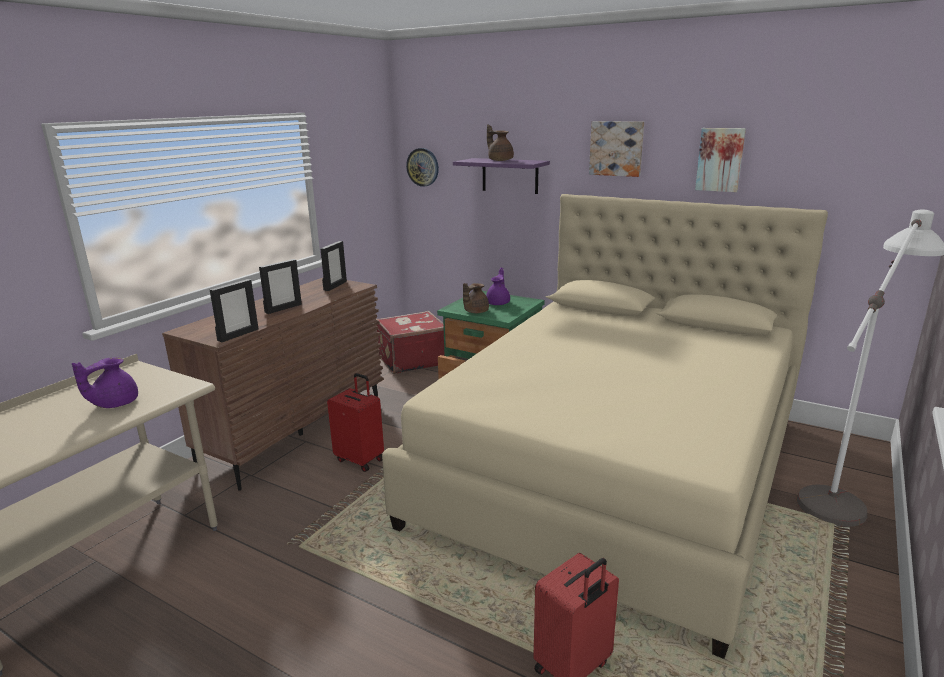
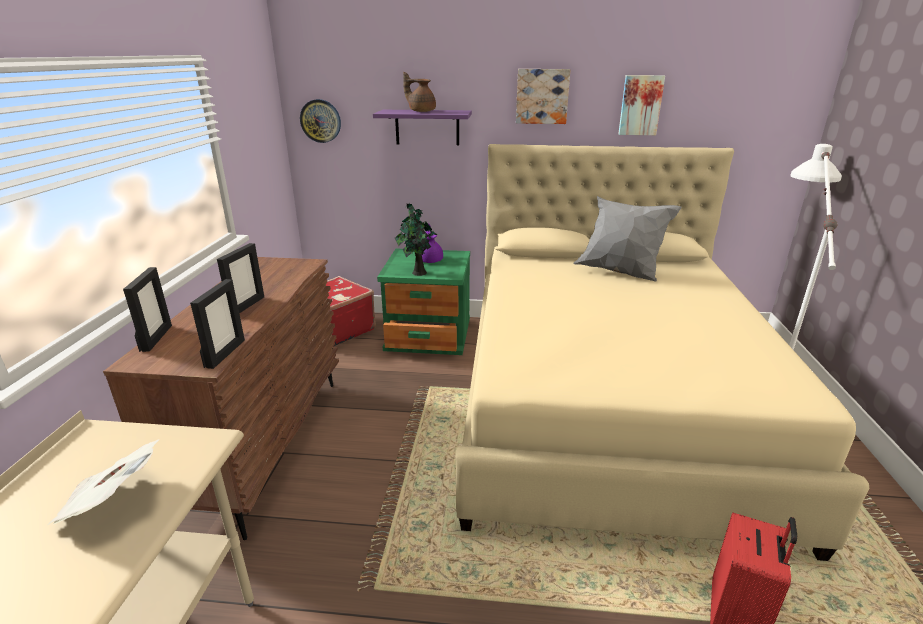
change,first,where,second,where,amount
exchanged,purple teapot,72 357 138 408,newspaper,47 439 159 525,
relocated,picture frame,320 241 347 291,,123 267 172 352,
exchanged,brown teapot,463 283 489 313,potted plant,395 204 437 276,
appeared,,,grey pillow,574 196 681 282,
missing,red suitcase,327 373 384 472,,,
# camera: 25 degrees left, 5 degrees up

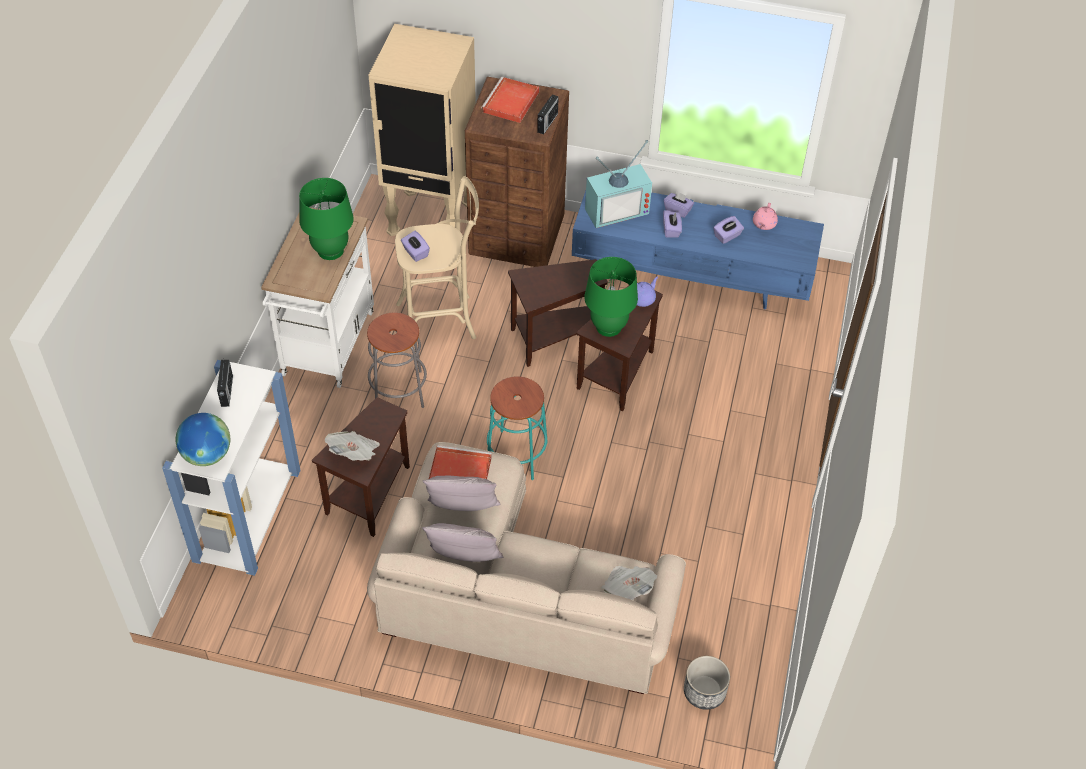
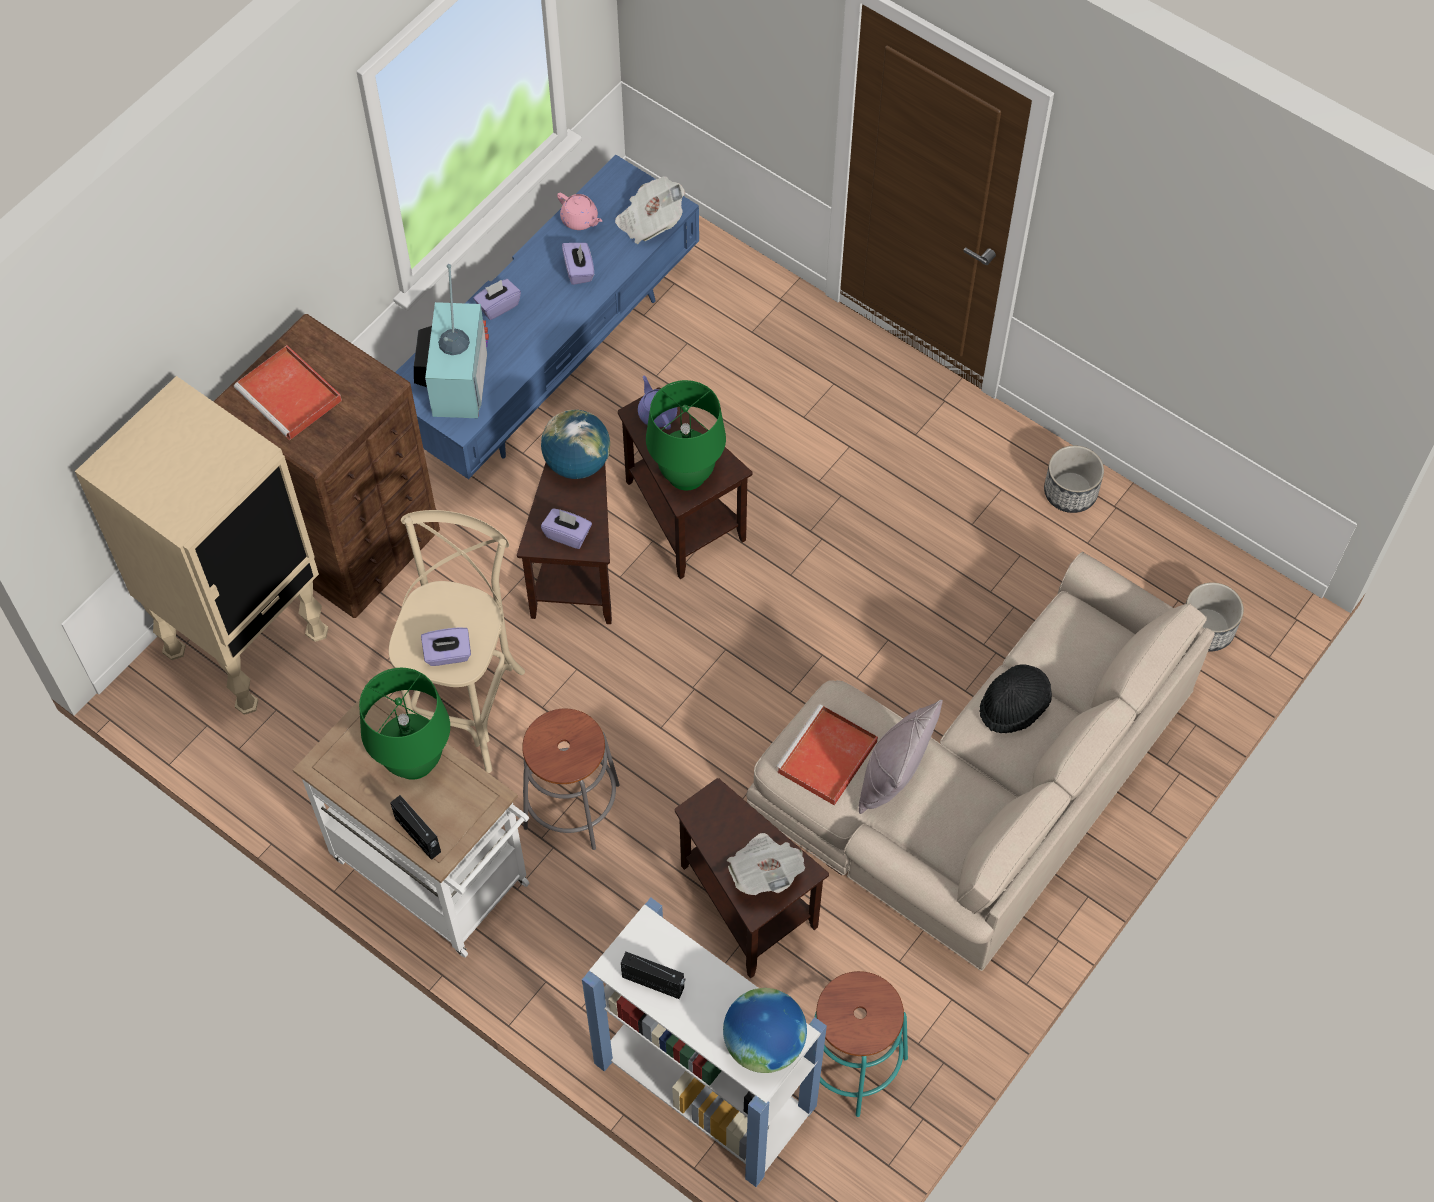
change,first,where,second,where,amount
relocated,radio,537 93 559 134,,390 795 441 860,
appeared,,,globe,541 410 610 479,
relocated,purple tissue box,663 210 682 238,,541 508 592 549,
relocated,newspaper,601 566 657 600,,615 176 685 244,
relocated,turquoise stool,487 376 548 480,,815 971 908 1117,
appeared,,,black hat,980 664 1052 733,
appeared,,,planter,1044 445 1104 513,
missing,purple pillow,422 523 503 562,,,
# camera: 65 degrees left, 10 degrees up

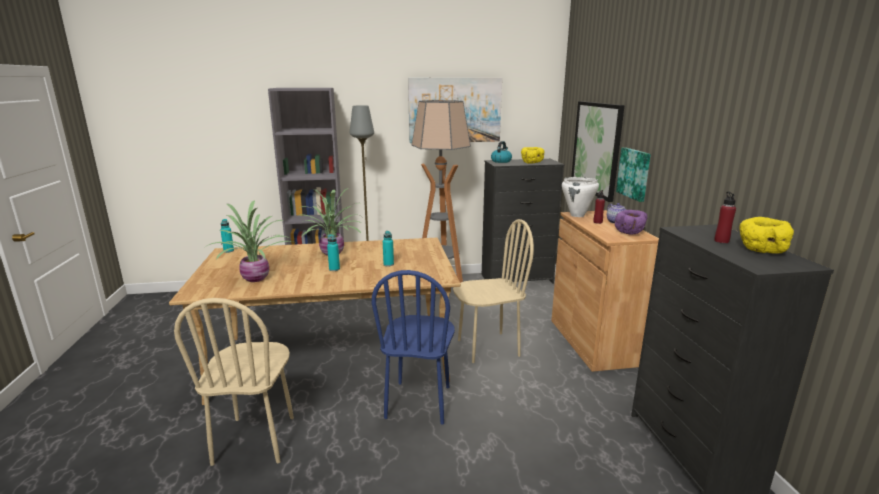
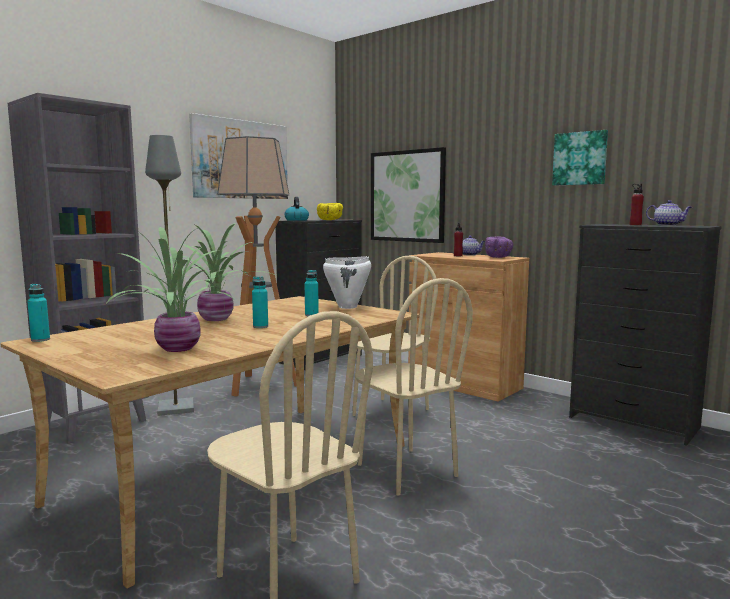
change,first,where,second,where,amount
relocated,white cooking pot,562 177 599 217,,323 256 371 309,
colour,blue chair,372 270 455 425,beige chair,355 278 473 495,
relocated,picture,616 147 651 202,,552 130 608 185,
exchanged,yellow bowl,739 217 794 254,teapot,646 200 692 226,
# camera: 40 degrees left, 10 degrees down

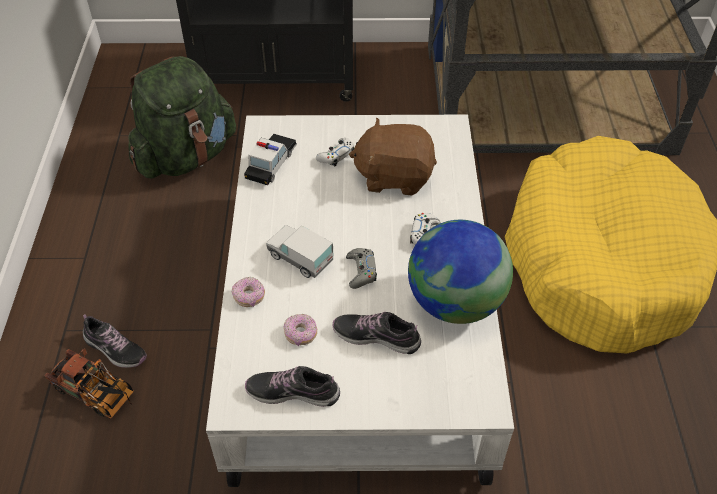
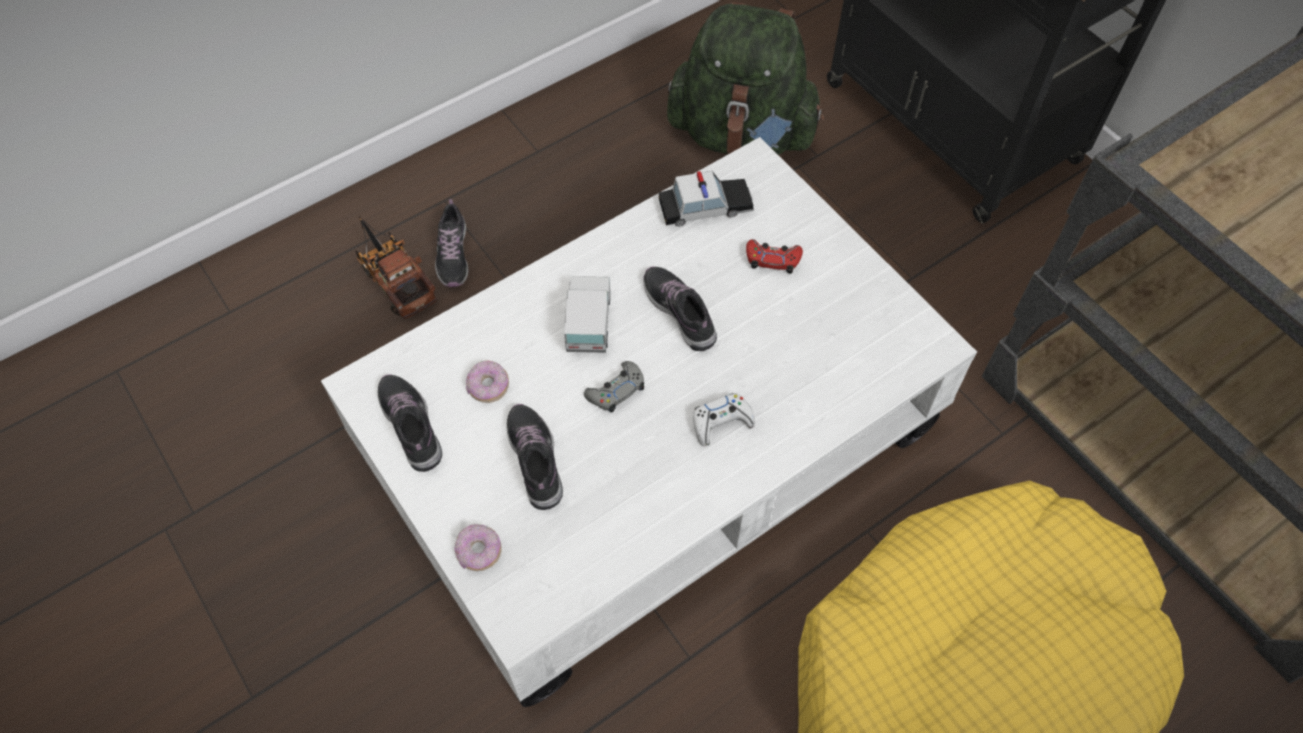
change,first,where,second,where,amount
spun,toy truck,45 348 134 419,,355 216 437 319,150 degrees clockwise
relocated,donut,232 277 265 307,,454 524 502 571,
appeared,,,shoe,643 266 717 351,
colour,white game controller,316 138 354 166,red game controller,746 239 803 274,
missing,brown plush toy,349 118 437 196,,,
missing,globe,408 220 513 324,,,
# camera: 55 degrees right, 10 degrees up

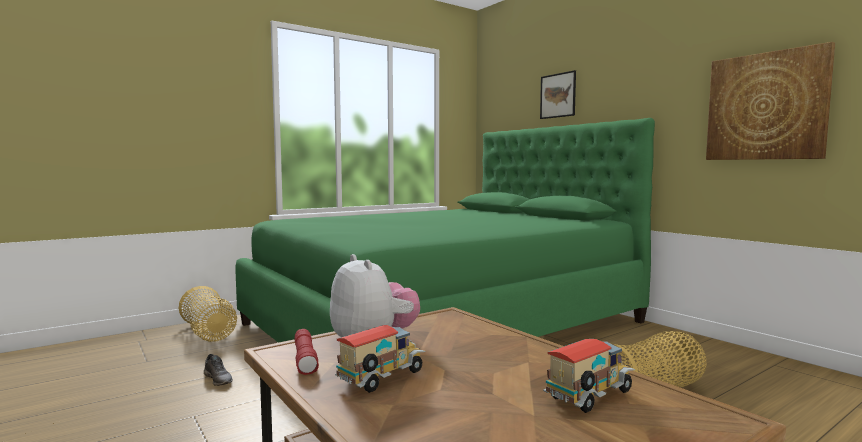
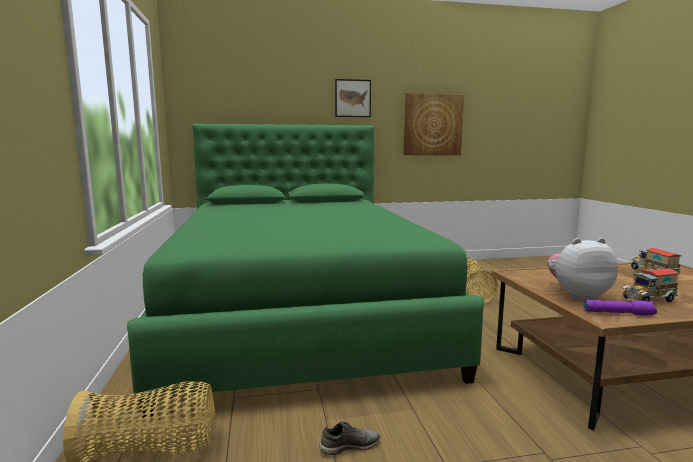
change,first,where,second,where,amount
relocated,picture,540 70 576 119,,335 79 371 117,
colour,red flashlight,295 329 319 375,purple flashlight,583 300 657 315,
spun,toy truck,335 325 425 393,,622 269 680 302,90 degrees counterclockwise
# camera: 65 degrees left, 5 degrees up

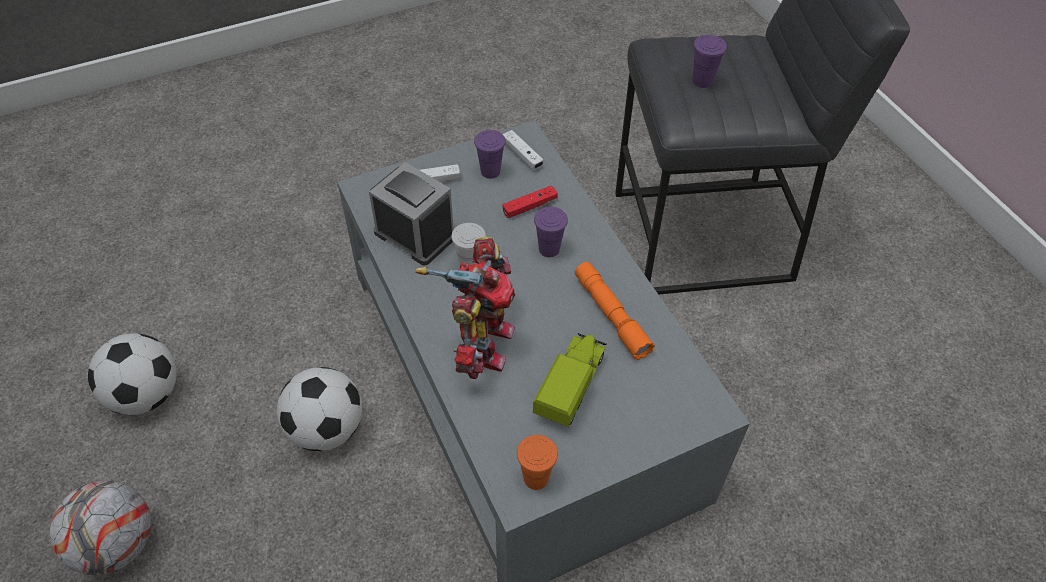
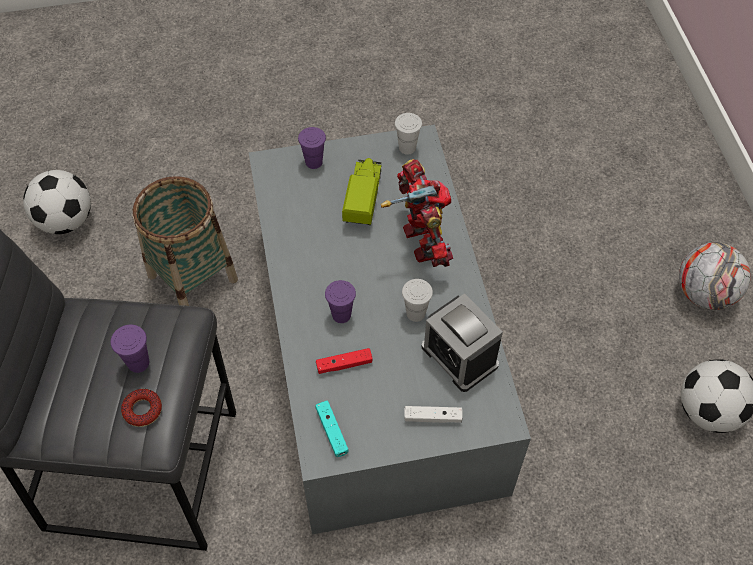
change,first,where,second,where,amount
relocated,football,277 367 362 451,,23 170 91 234,
appeared,,,donut,121 389 162 427,
appeared,,,basket,132 176 238 306,
relocated,purple cup,474 130 506 179,,298 127 326 169,
colour,white game controller,503 130 544 169,turquoise game controller,315 401 349 457,
spun,toy truck,533 333 607 427,,342 158 382 225,150 degrees clockwise
spun,toy robot,415 236 515 379,,381 159 453 267,135 degrees clockwise
colour,orange cup,517 435 558 490,white cup,395 113 422 155,
missing,orange flashlight,575 262 655 360,,,
# camera: 165 degrees left, 5 degrees up

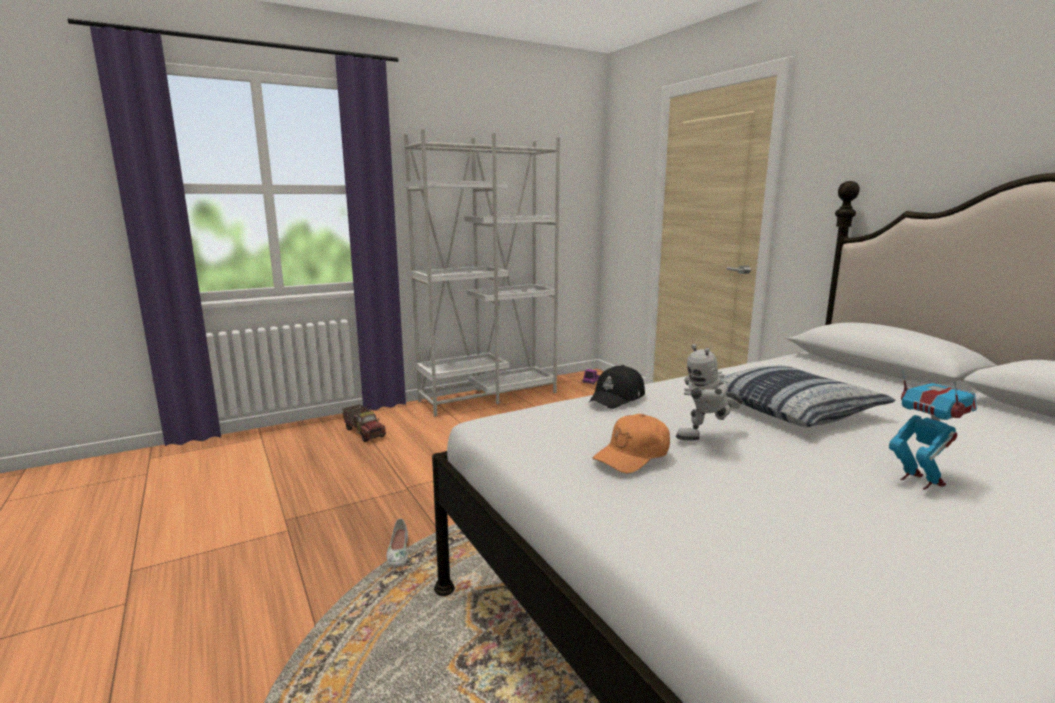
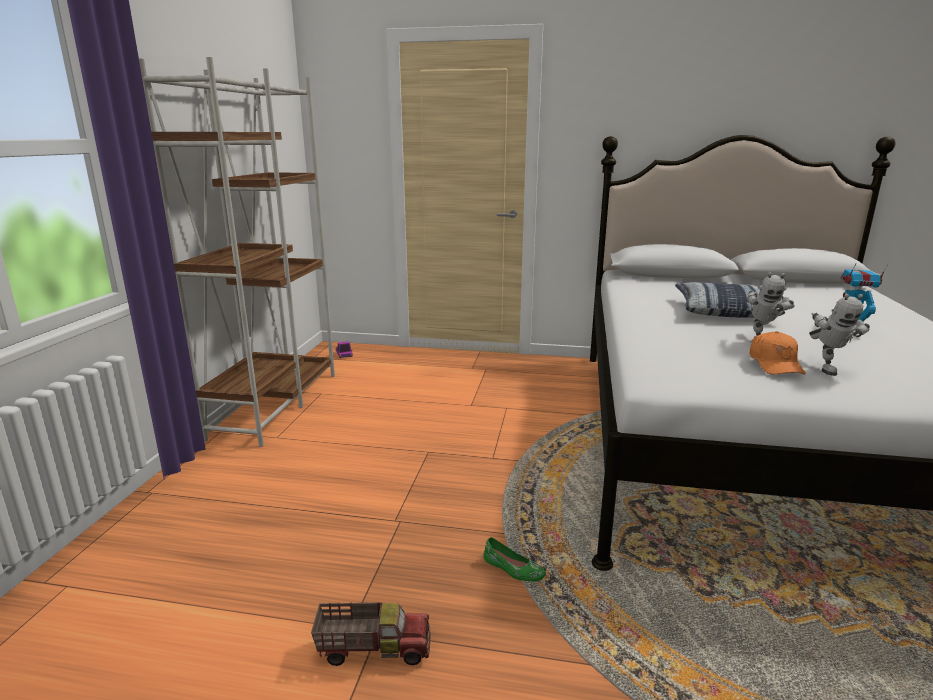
change,first,where,second,where,amount
colour,white bookcase,404 129 560 416,brown bookcase,139 57 335 447,
relocated,toy truck,342 404 386 442,,311 602 431 666,
colour,white shoe,386 518 408 567,green shoe,483 537 546 581,
appeared,,,toy robot,809 294 870 376,
missing,black cap,589 365 645 409,,,
# camera: 50 degrees left, 5 degrees up

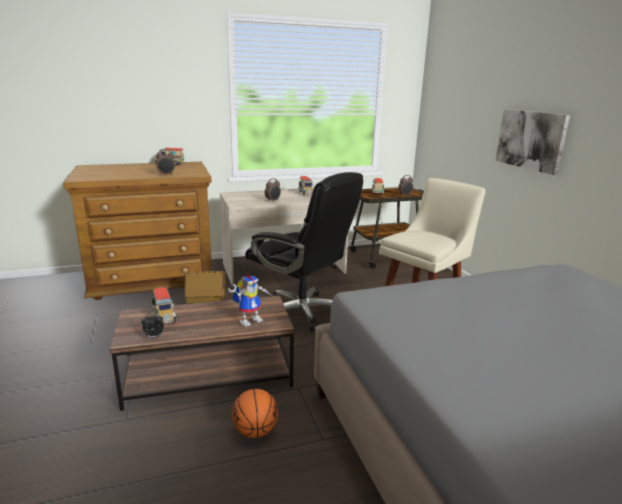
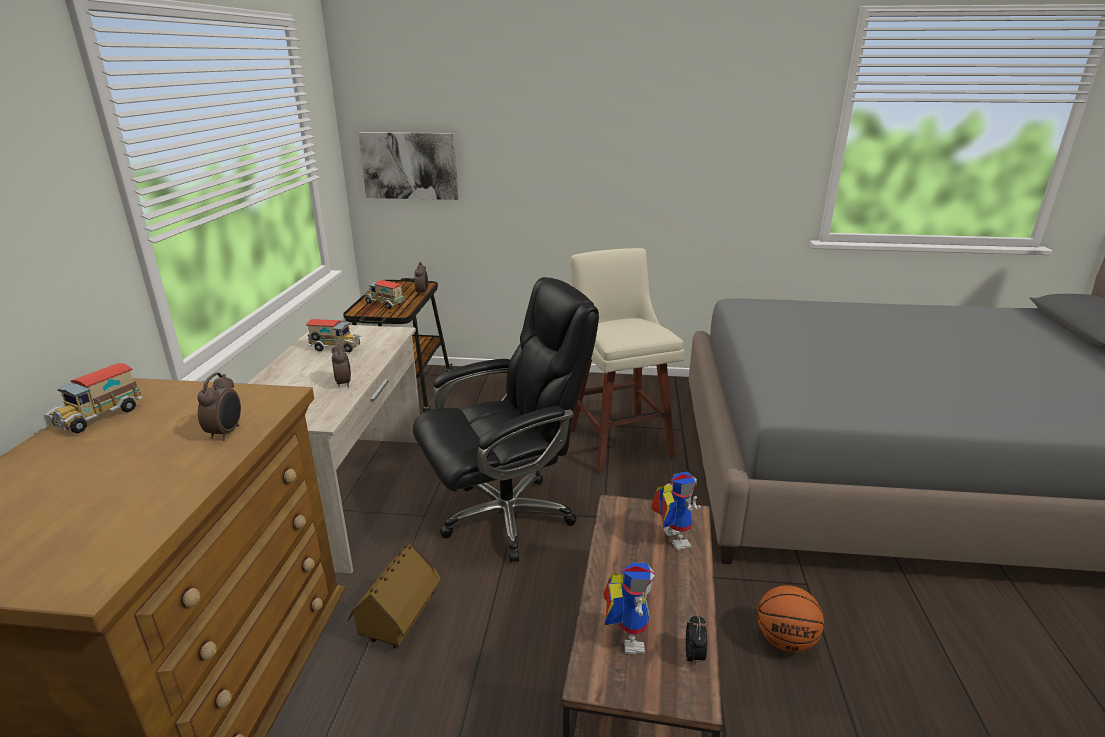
change,first,where,second,where,amount
relocated,picture,496 109 570 175,,358 132 458 200,
exchanged,toy truck,152 287 176 323,toy robot,603 563 655 654,
# camera: 65 degrees left, 5 degrees up

